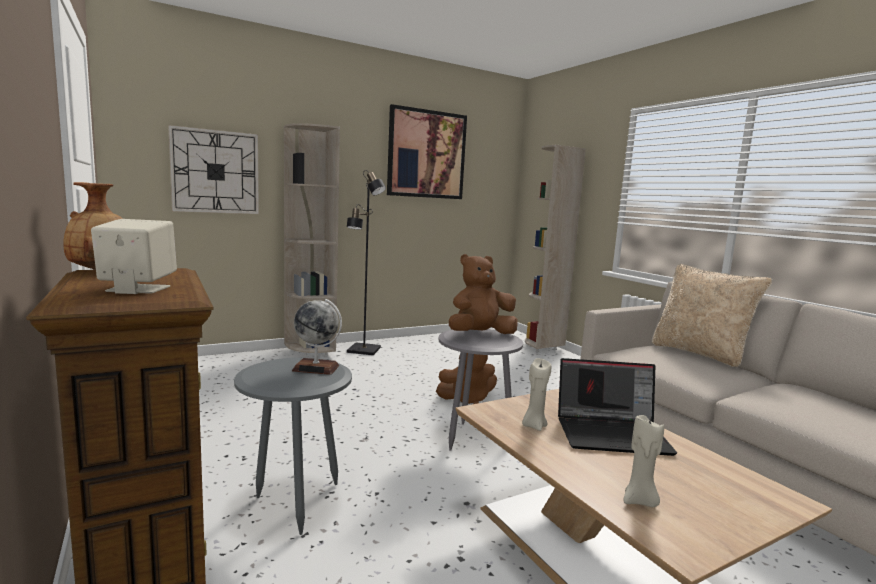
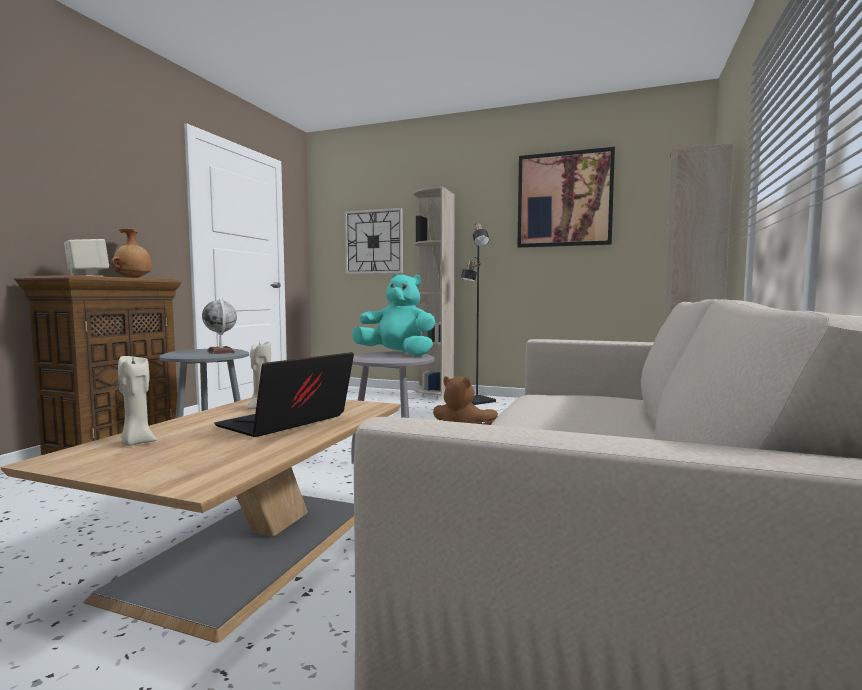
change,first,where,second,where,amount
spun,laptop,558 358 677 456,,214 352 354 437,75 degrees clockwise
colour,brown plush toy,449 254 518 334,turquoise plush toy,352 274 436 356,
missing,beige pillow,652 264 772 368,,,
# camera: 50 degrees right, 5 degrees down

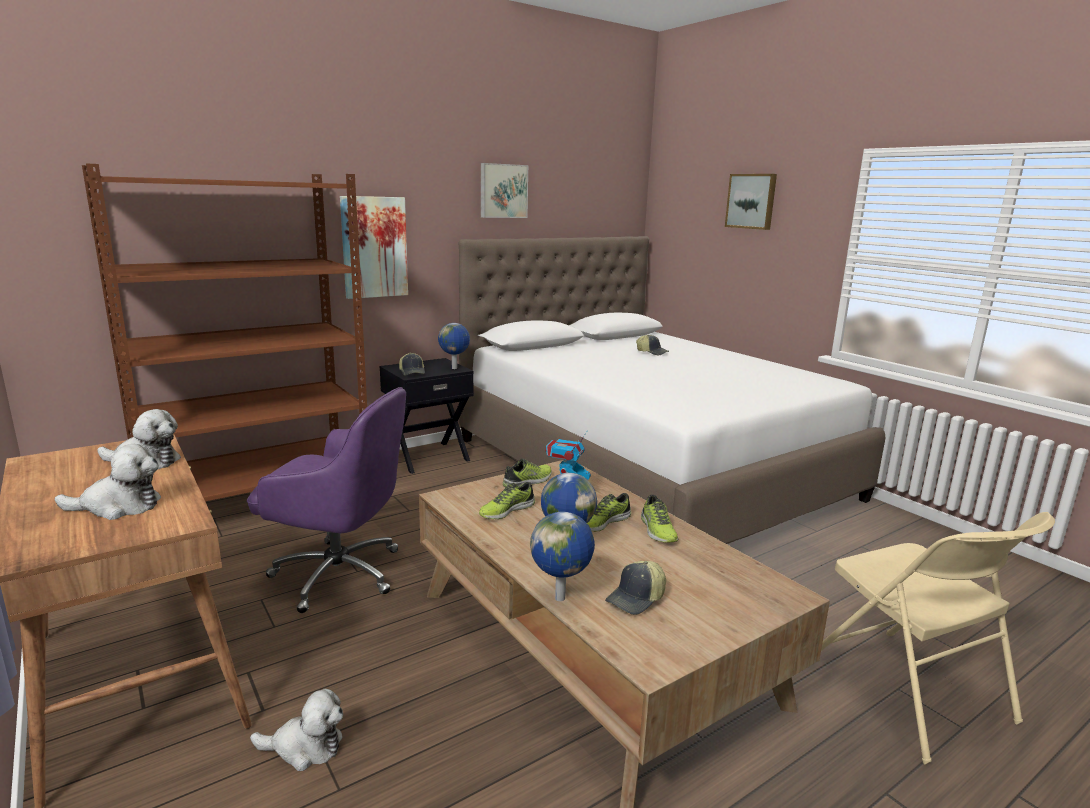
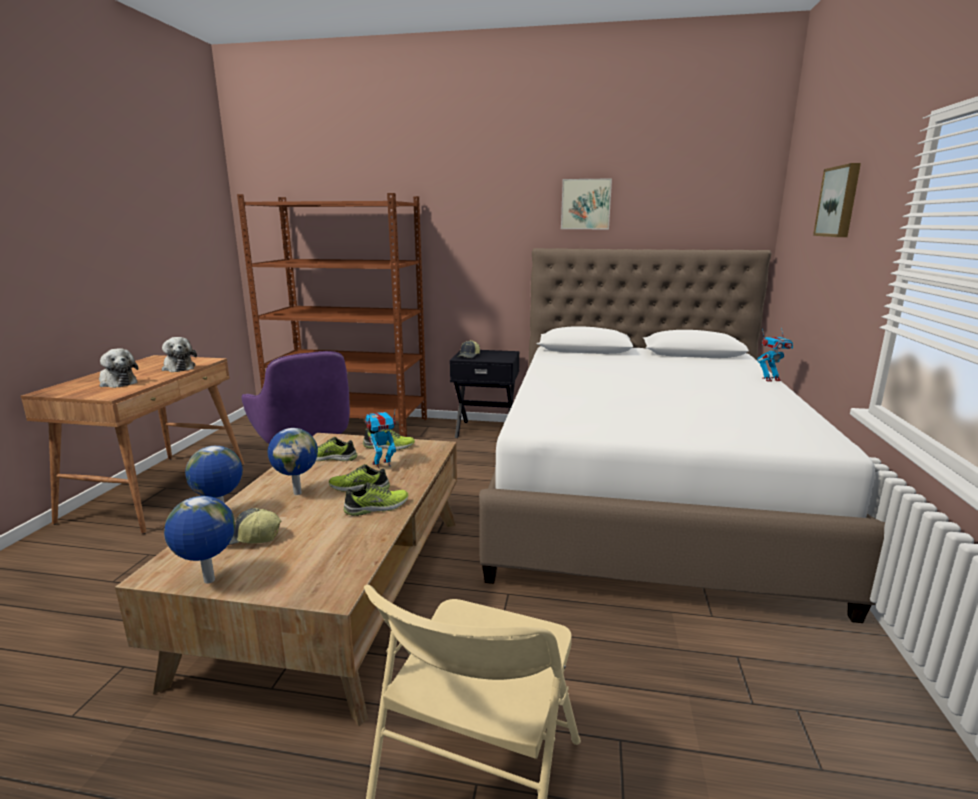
change,first,where,second,where,amount
relocated,globe,438 323 470 369,,164 496 235 584,
spun,shoe,641 495 678 543,,343 482 408 516,150 degrees counterclockwise
appeared,,,toy robot,757 327 793 382,
missing,plush toy,250 689 343 771,,,
missing,picture,340 196 408 299,,,
missing,cap,636 334 669 355,,,
# camera: 45 degrees right, 0 degrees up

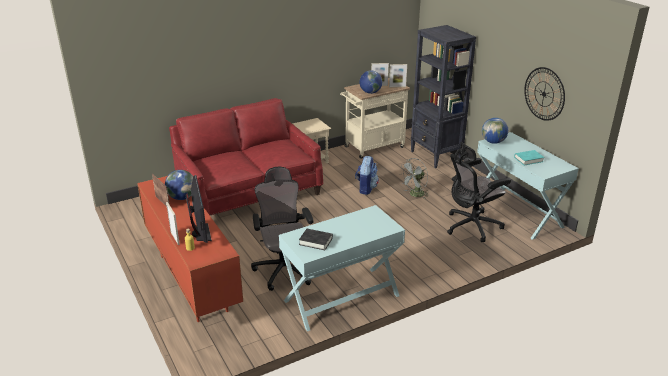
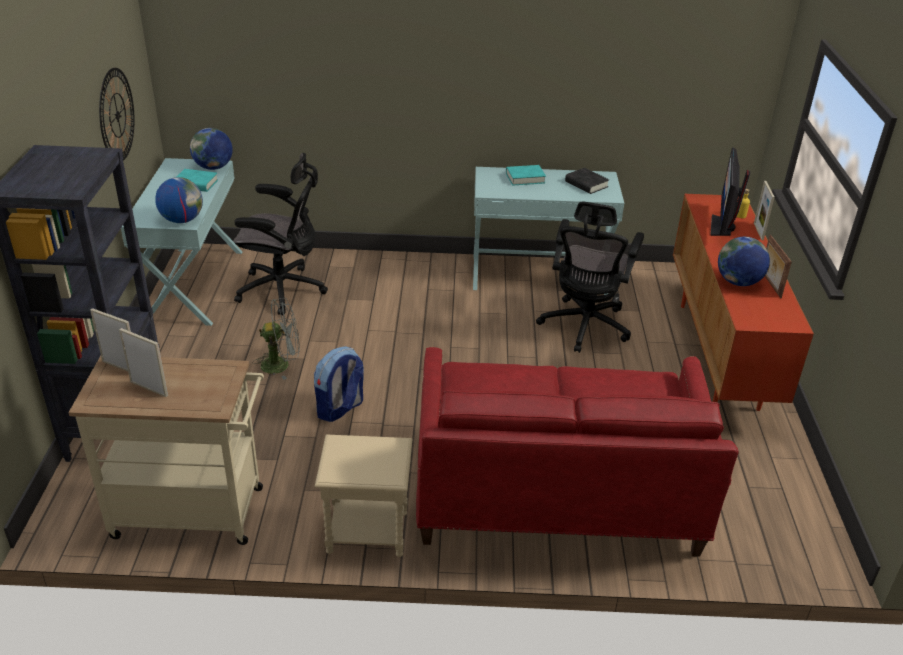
change,first,where,second,where,amount
relocated,globe,359 70 382 94,,190 128 233 170,
appeared,,,turquoise book,506 165 546 186,
# camera: 150 degrees left, 5 degrees up

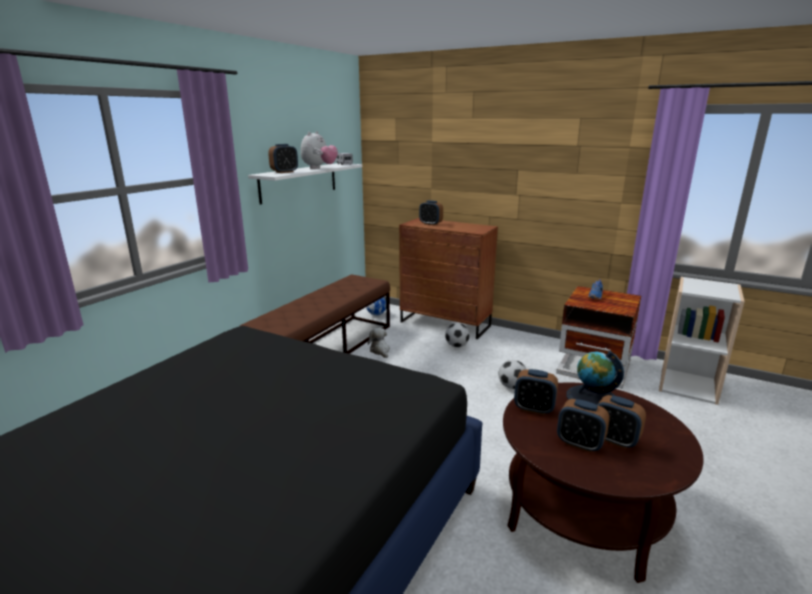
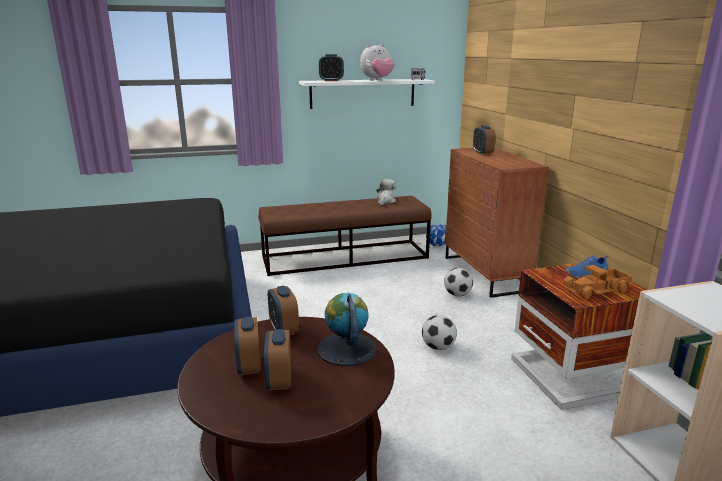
change,first,where,second,where,amount
relocated,plush toy,368 328 390 358,,376 179 396 205,
appeared,,,toy truck,563 265 632 299,
# camera: 45 degrees right, 0 degrees up

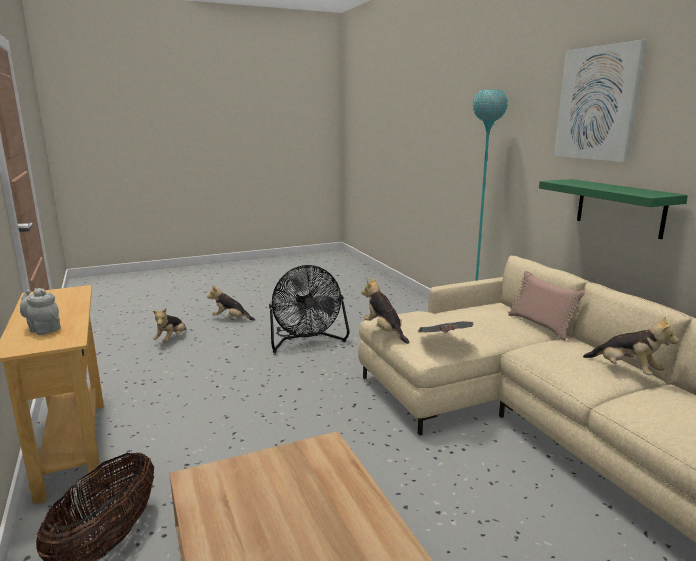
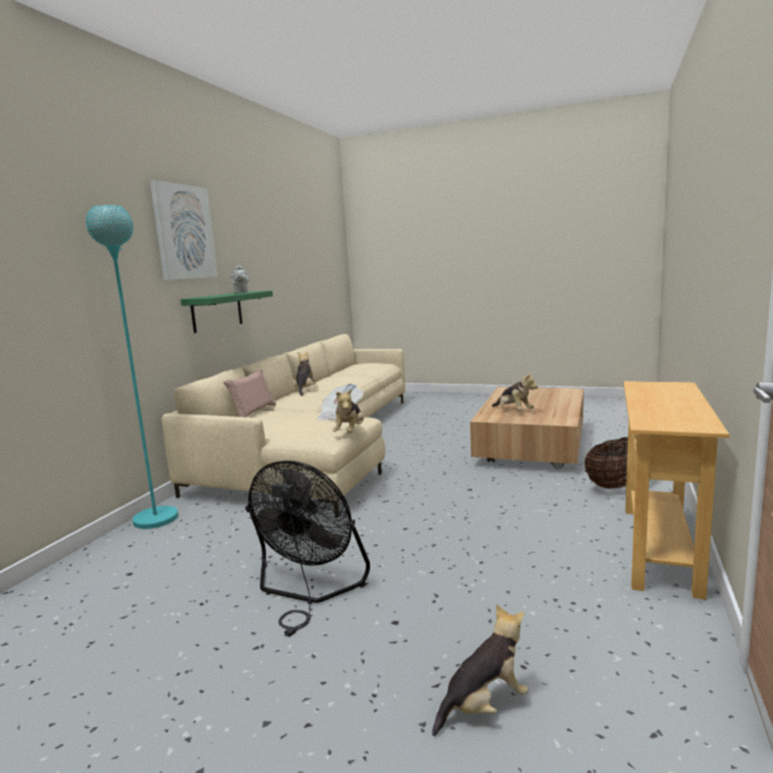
change,first,where,second,where,amount
relocated,grey teapot,20 288 61 335,,230 266 249 293,
relocated,plush toy,207 285 255 321,,492 372 538 410,
# camera: 135 degrees left, 5 degrees down

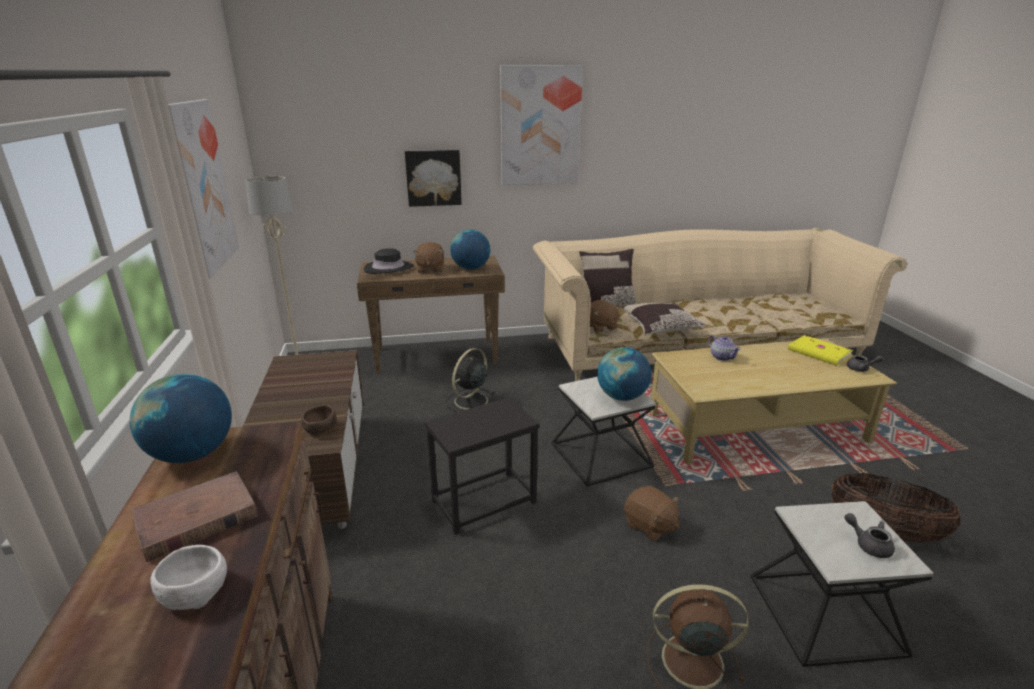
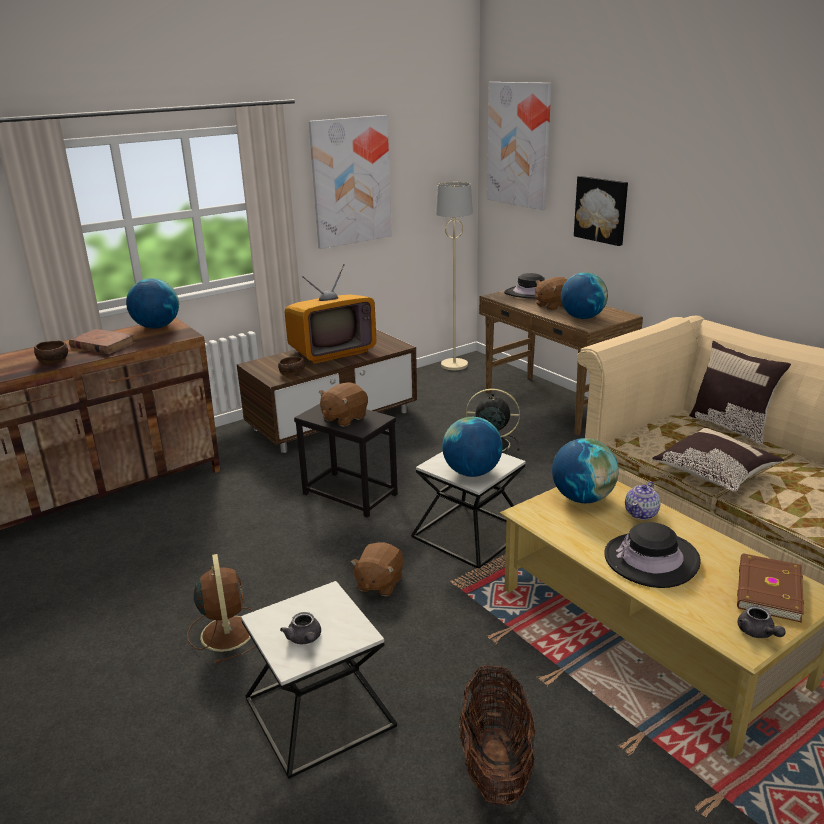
change,first,where,second,where,amount
colour,white bowl,151 545 227 610,brown bowl,34 341 68 365,
spun,grey teapot,845 513 895 558,,280 612 321 645,135 degrees clockwise
appeared,,,television,285 264 376 364,
relocated,brown plush toy,590 300 621 333,,319 382 368 427,
relocated,picture,500 65 583 185,,487 82 551 210,
appeared,,,globe,552 438 619 503,
appeared,,,black hat,604 522 701 588,
colour,yellow book,788 335 853 366,brown book,737 554 804 623,
# camera: 65 degrees right, 0 degrees up

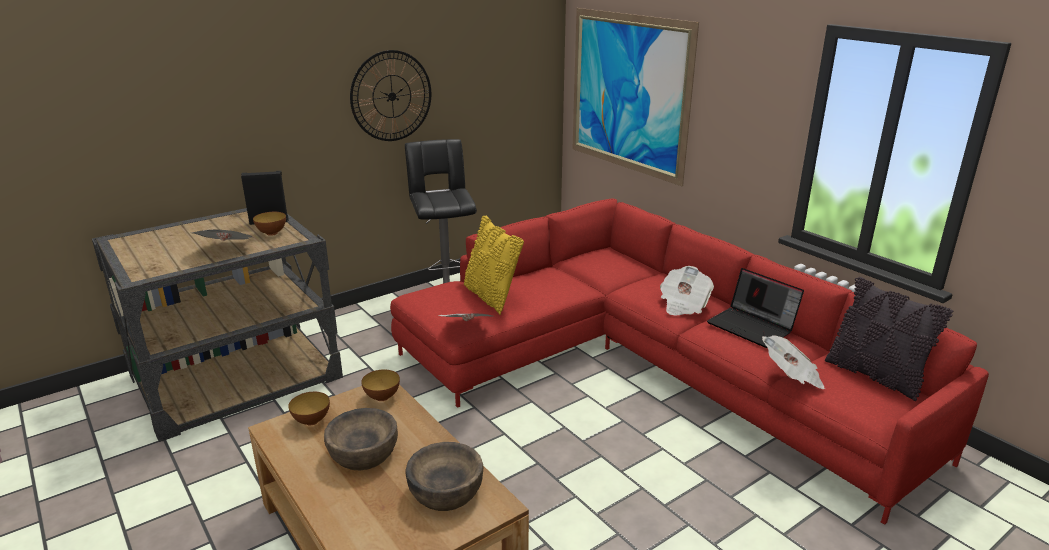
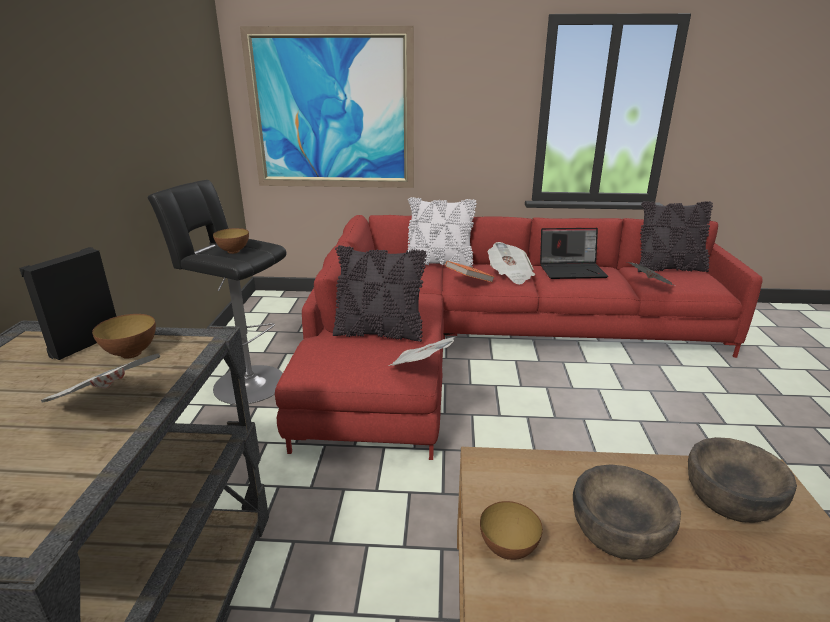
change,first,where,second,where,amount
relocated,bowl,361 369 400 401,,213 228 249 254,
colour,yellow pillow,464 216 524 315,black pillow,333 245 427 342,
appeared,,,white pillow,408 197 477 268,
appeared,,,orange book,445 261 494 283,
missing,wall clock,350 50 431 141,,,
# camera: 50 degrees left, 0 degrees up

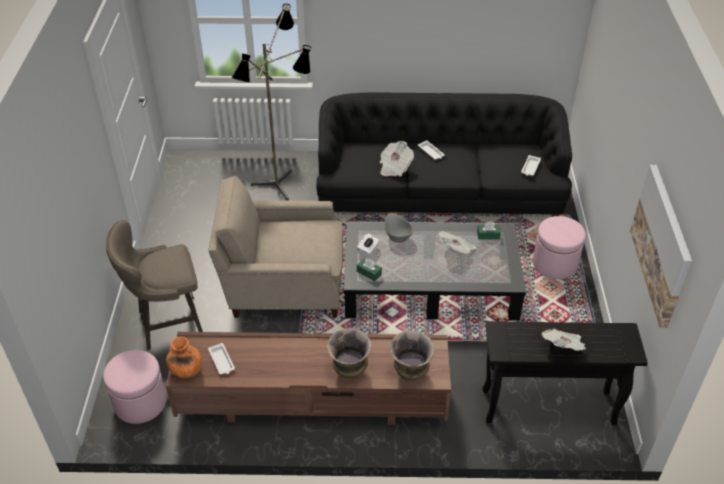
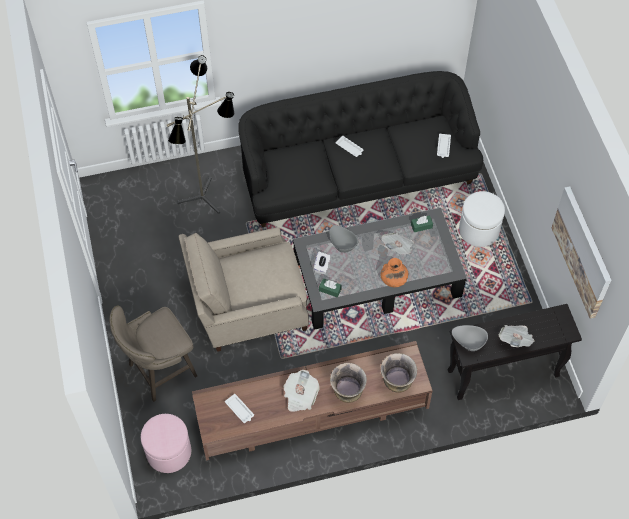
change,first,where,second,where,amount
relocated,newspaper,380 141 414 176,,283 370 320 412,
relocated,orange vase,166 337 202 378,,381 258 408 287,
appeared,,,grey bowl,452 325 488 351,
colour,pink ottoman,533 216 586 279,white ottoman,459 191 505 247,
# camera: 15 degrees left, 15 degrees up

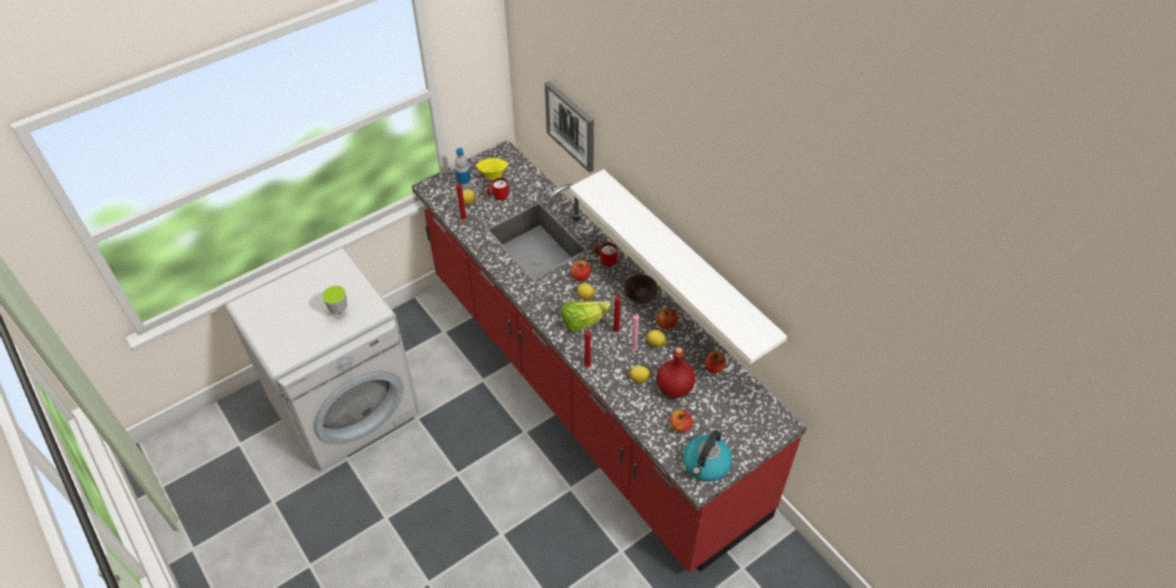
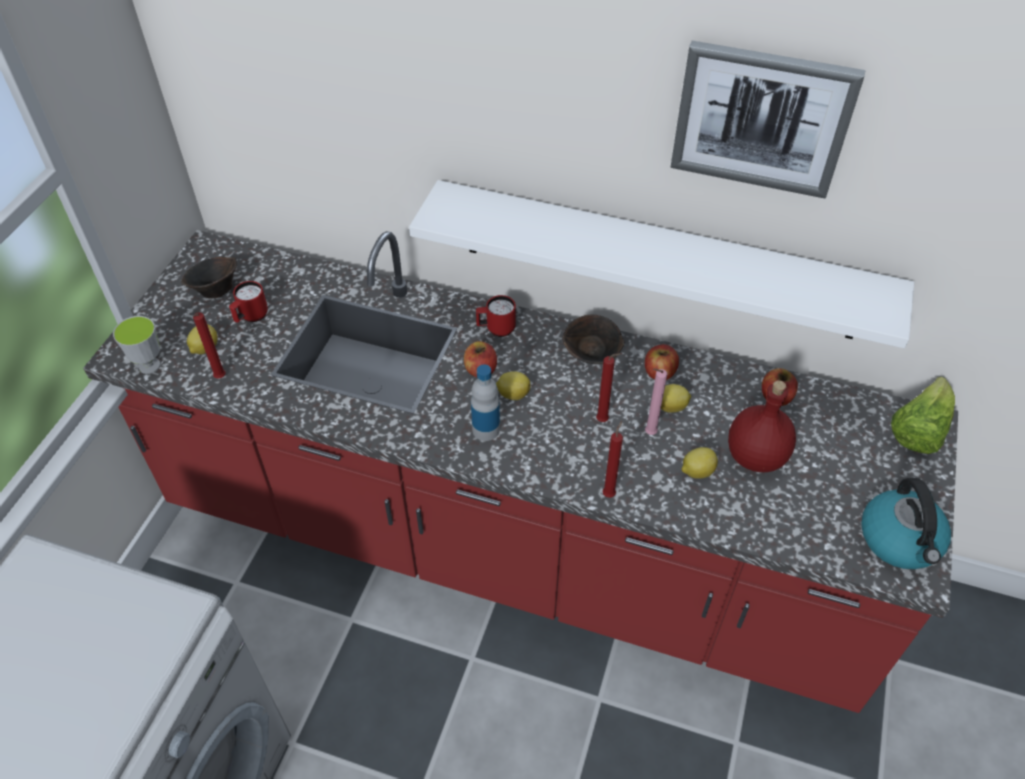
change,first,where,second,where,amount
relocated,cup,322 285 347 319,,113 316 161 374,
colour,yellow bowl,476 158 508 180,brown bowl,181 257 237 298,
relocated,bottle,455 148 471 189,,471 364 500 441,
relocated,picture,545 81 594 173,,671 41 865 199,
relocated,lettuce,561 301 611 332,,891 377 955 454,
missing,apple,670 409 693 433,,,
# camera: 35 degrees left, 0 degrees up

